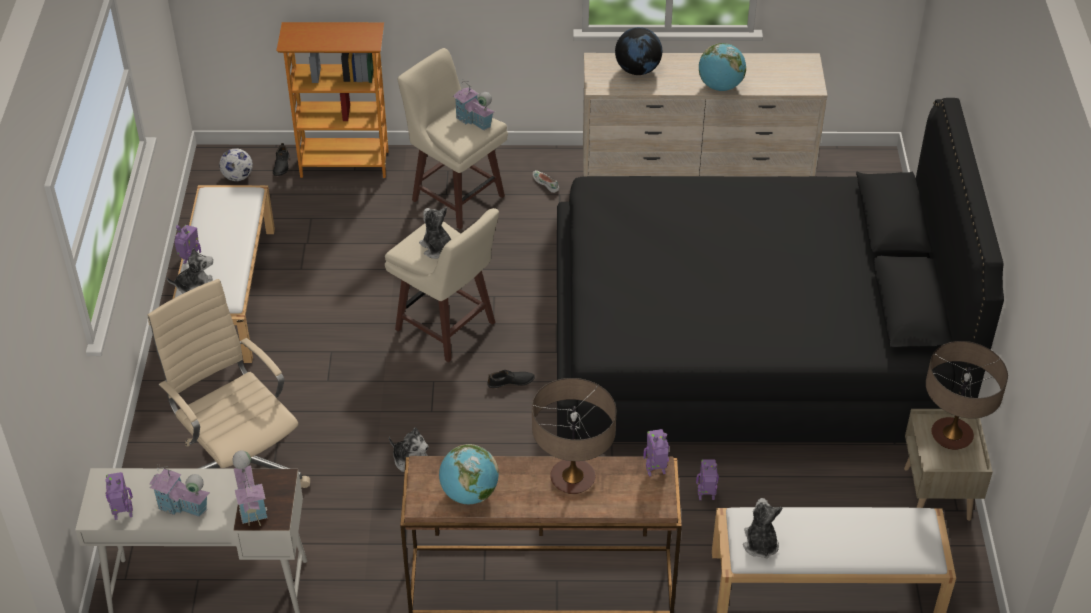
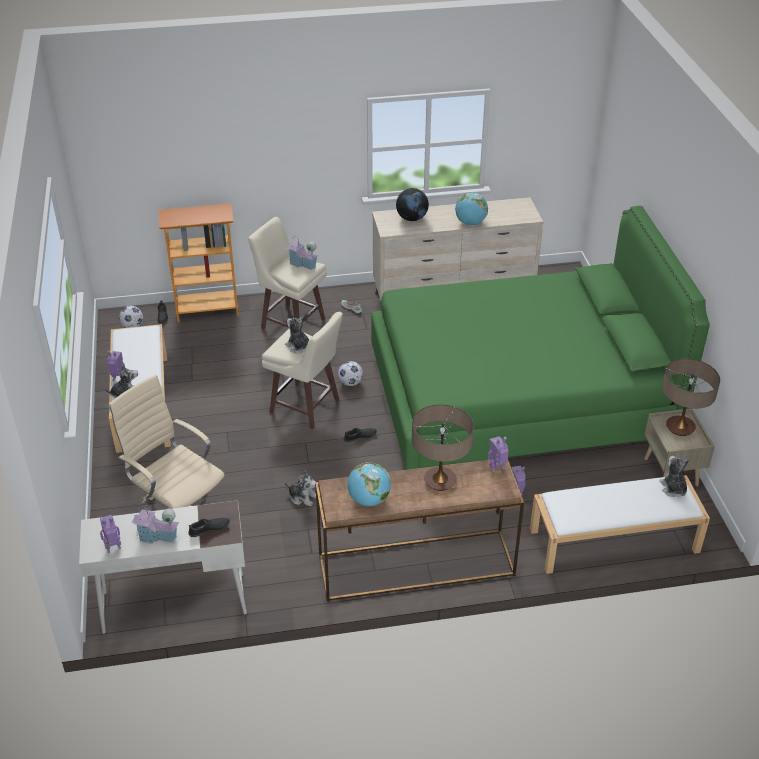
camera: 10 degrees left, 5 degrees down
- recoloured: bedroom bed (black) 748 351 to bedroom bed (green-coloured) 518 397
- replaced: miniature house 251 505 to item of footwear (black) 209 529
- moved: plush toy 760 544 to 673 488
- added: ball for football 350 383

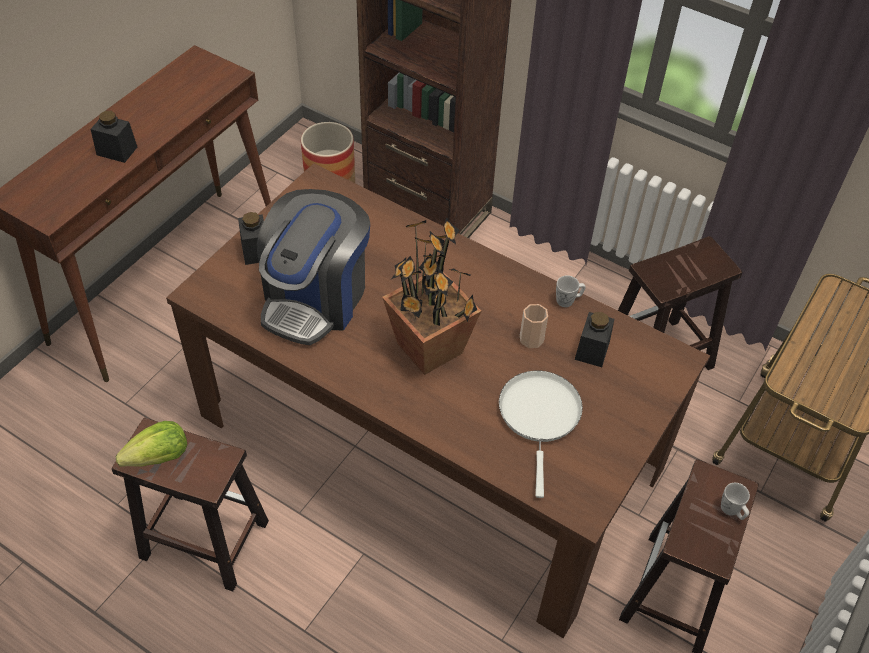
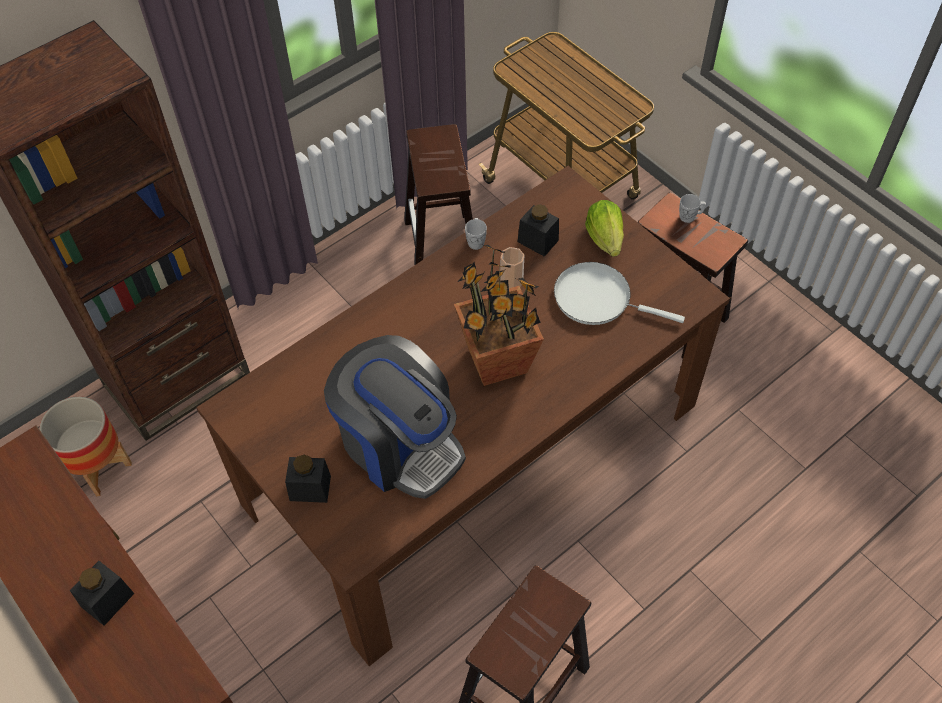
camera: 70 degrees left, 5 degrees up
- moved: head of lettuce 159 457 to 605 238

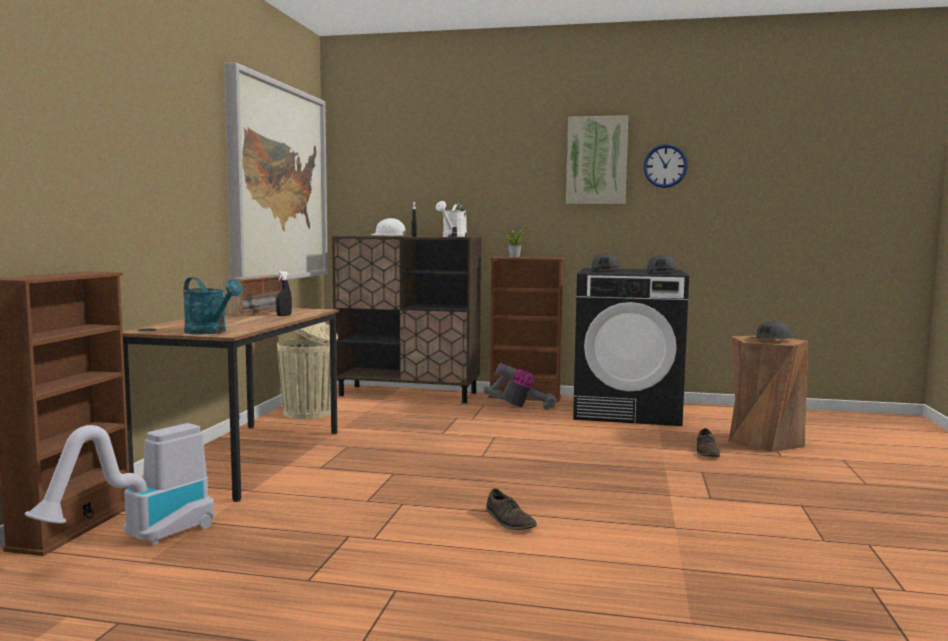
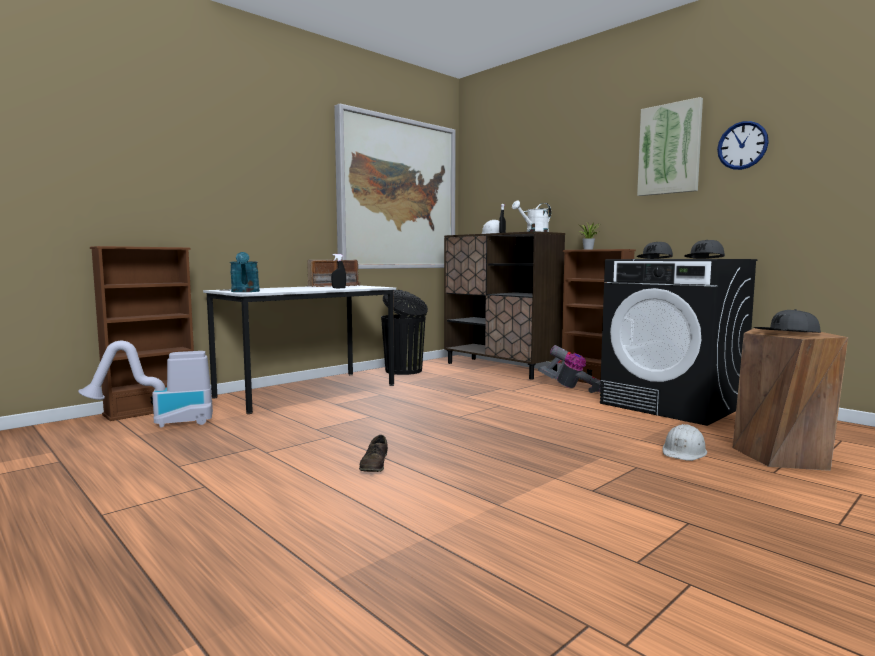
camera: 35 degrees right, 0 degrees up
- recoloured: desk table (brownish) 245 458 to desk table (white-coloured) 307 391
- recoloured: waste bin (sand-coloured) 309 413 to waste bin (black) 404 371
- replaced: item of footwear (brownish) 707 452 to safety helmet (white-coloured) 684 452

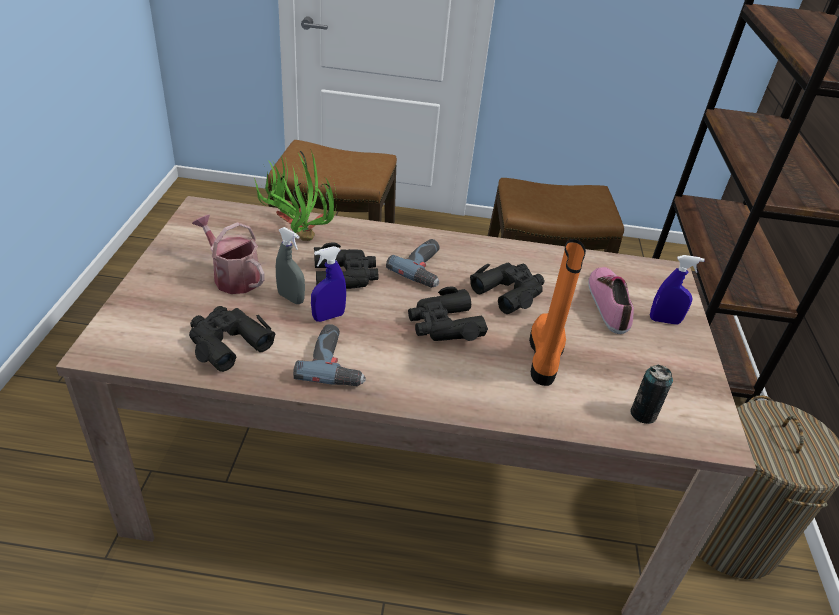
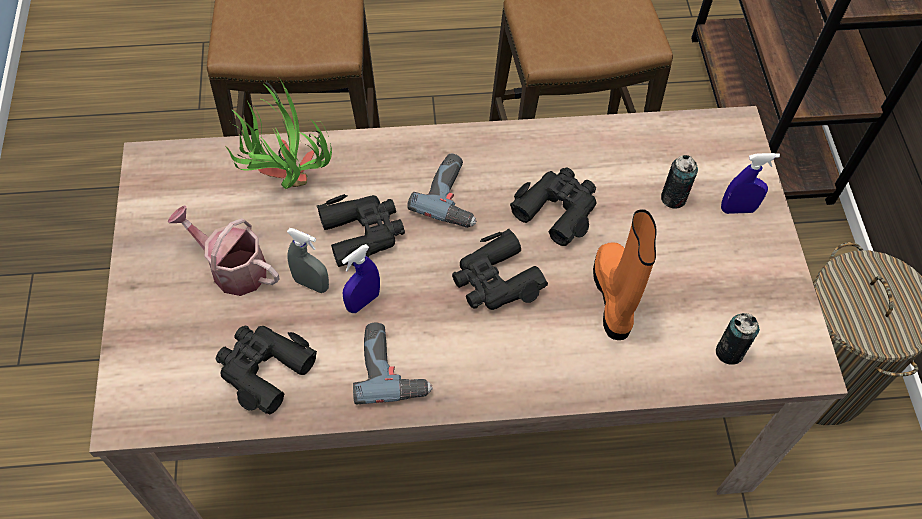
camera: 10 degrees left, 20 degrees up
- replaced: item of footwear 609 303 to sealed can 673 198

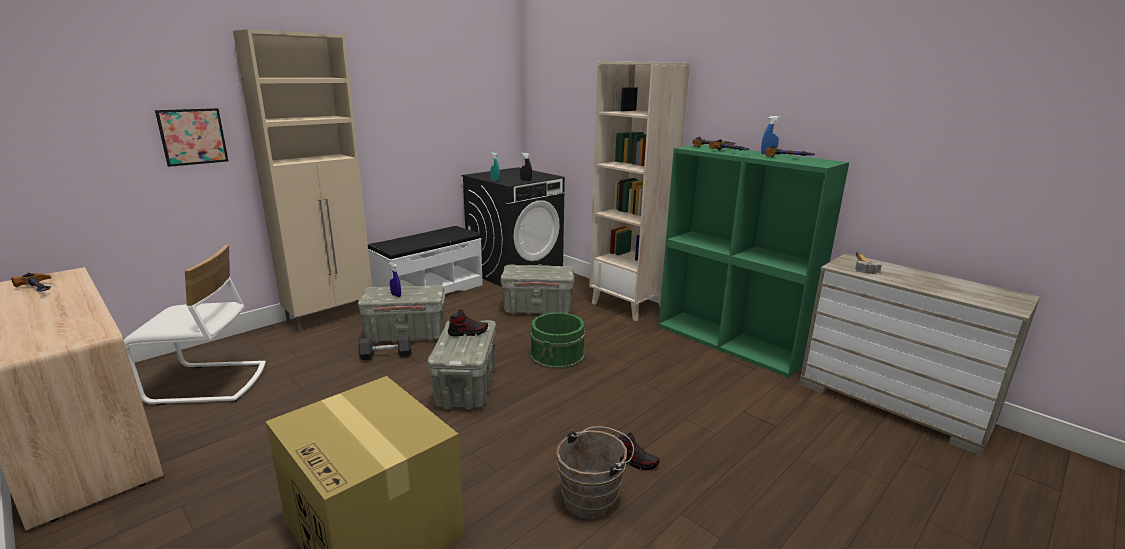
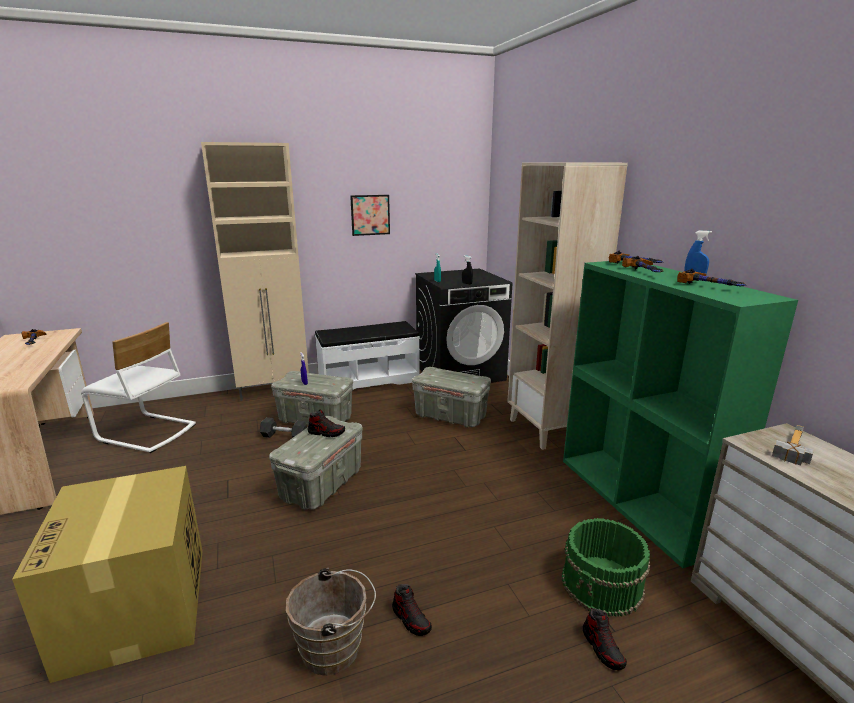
camera: 25 degrees right, 0 degrees up
- moved: wall picture 193 136 to 370 215
- moved: pail (green-coloured) 558 355 to 602 584
- added: item of footwear 603 648

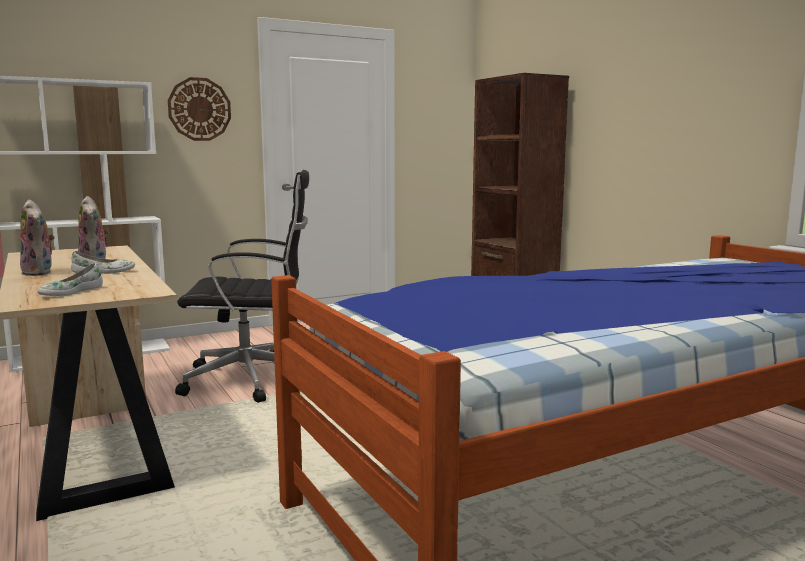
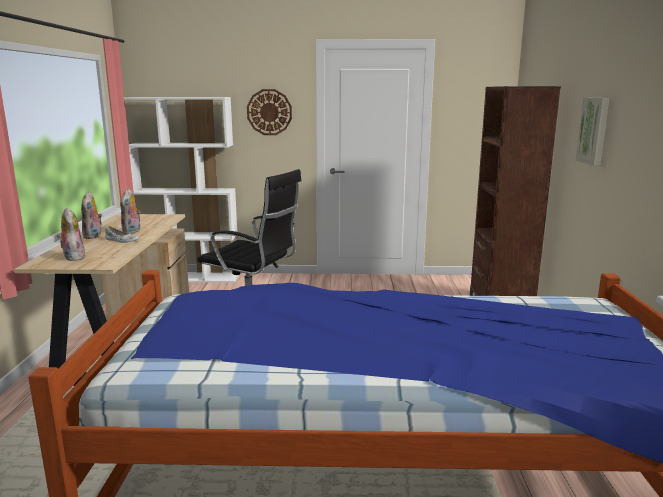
camera: 30 degrees right, 5 degrees up
- replaced: item of footwear (white-coloured) 71 292 to plush toy 72 257
- added: wall picture 594 130

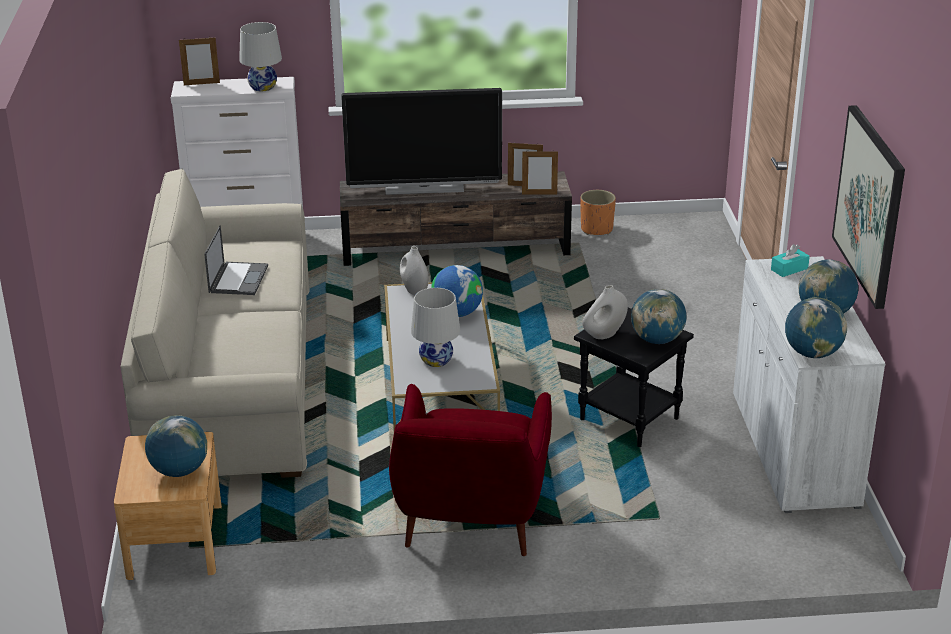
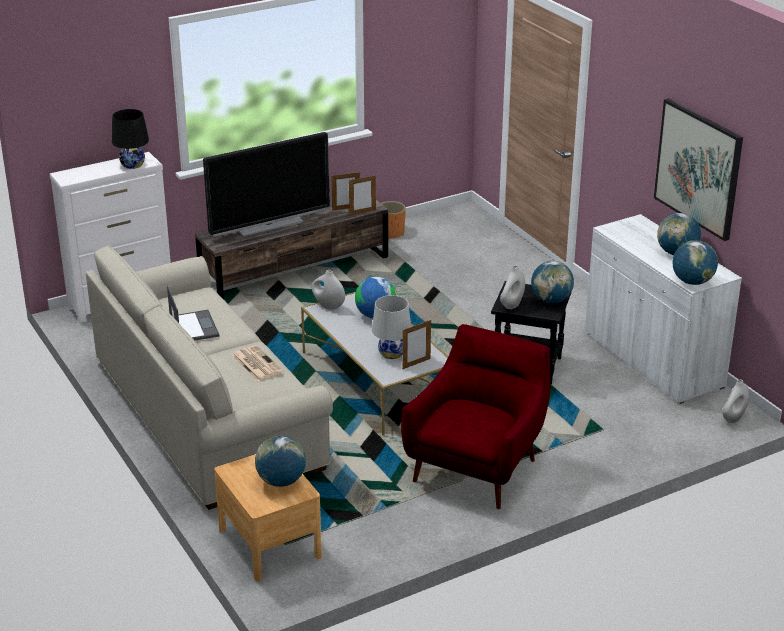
camera: 25 degrees left, 0 degrees up
- recoloured: table lamp (white-coloured) 262 87 to table lamp (black) 132 164
- moved: standing frame 201 84 to 416 363
- removed: tissue box (turquoise-coloured) 789 269
- turned: lounge chair (reddish) 471 522 = 477 467 135 degrees counterclockwise
- added: daily paper 256 364
- added: decorative vase (white-coloured) 733 418

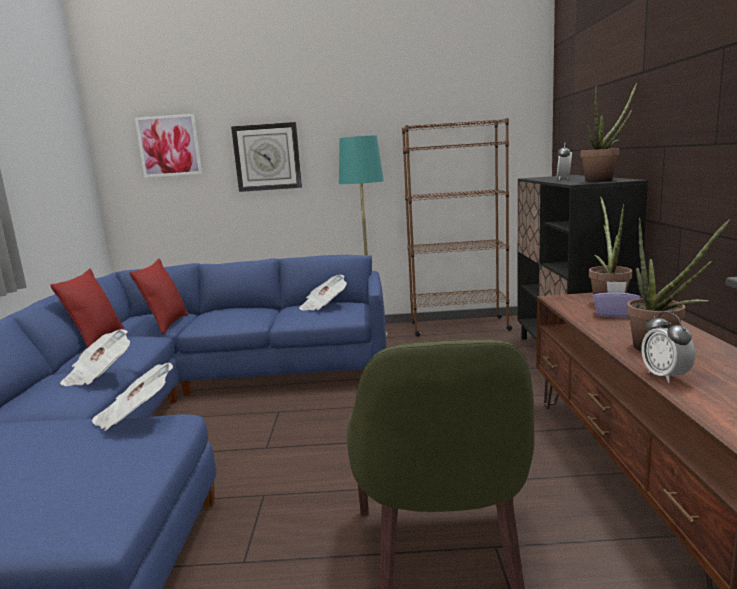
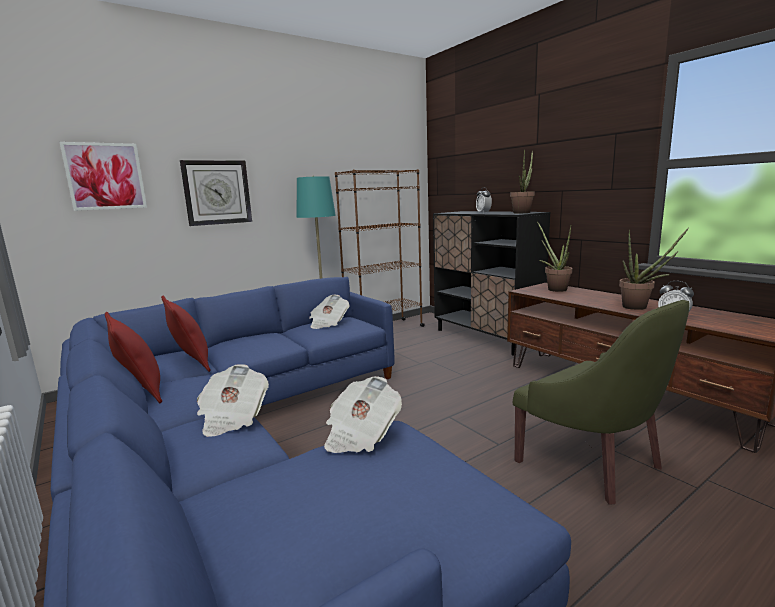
camera: 35 degrees left, 0 degrees up
- removed: tissue box (purplish) 615 314

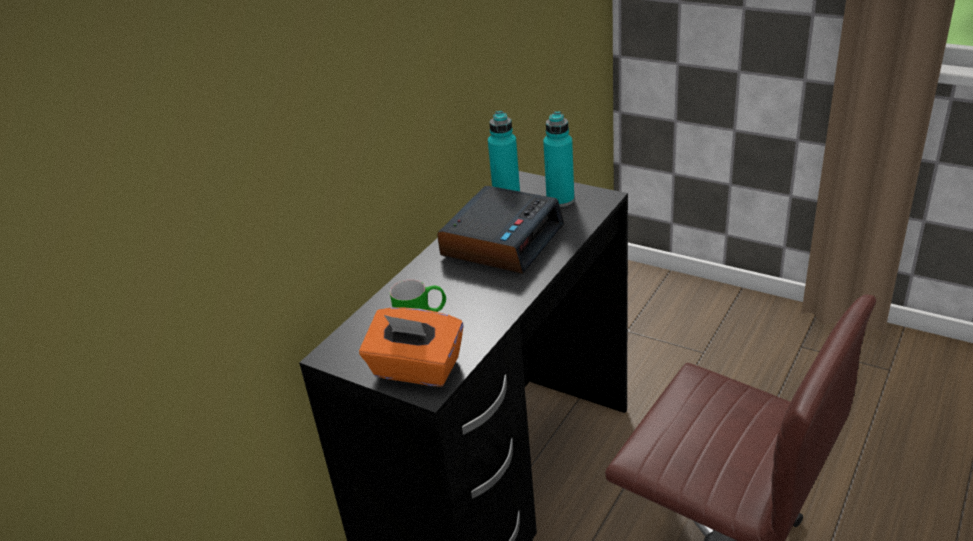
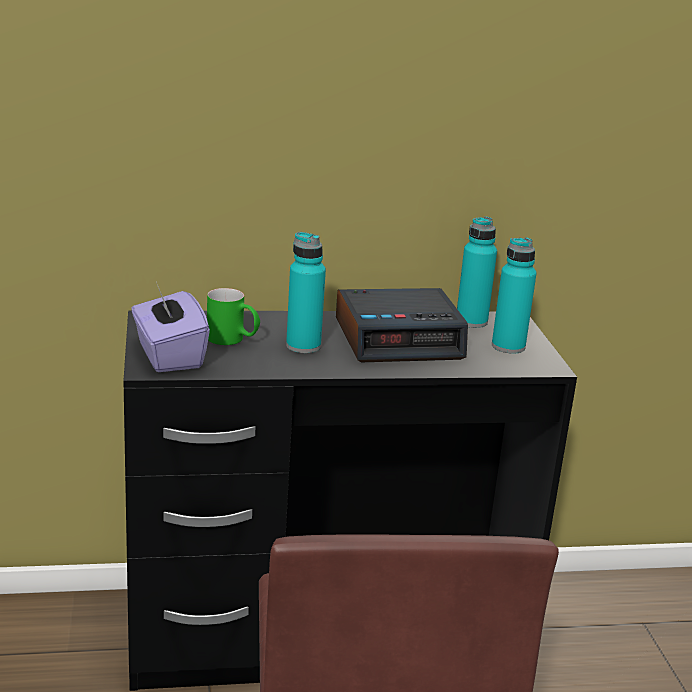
camera: 45 degrees right, 10 degrees down
- recoloured: tissue box (orange-coloured) 416 369 to tissue box (purplish) 168 356
- added: bottle (turquoise-coloured) 303 346

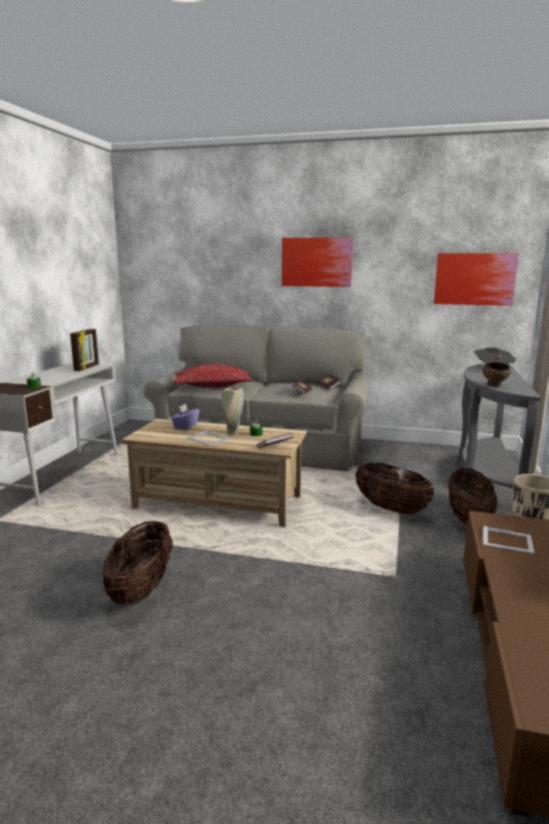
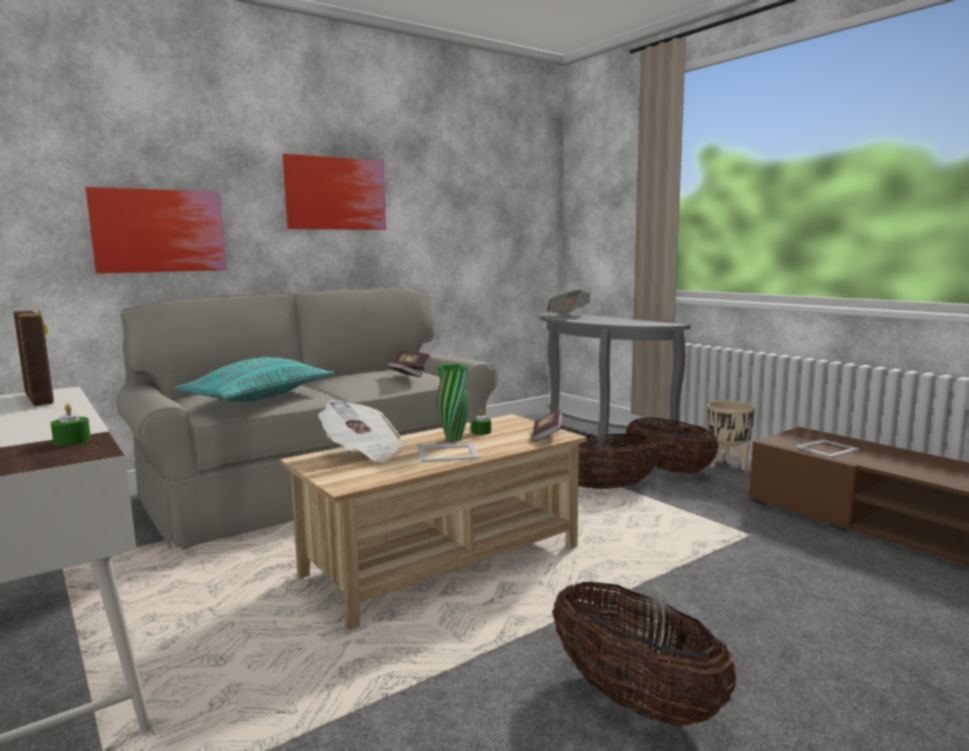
camera: 50 degrees left, 5 degrees down
- moved: wall picture 474 279 to 159 231
- removed: bowl (brownish) 495 386
- recoloured: throw pillow (reddish) 213 386 to throw pillow (turquoise-coloured) 260 398
- recoloured: decorative vase (sand-coloured) 233 433 to decorative vase (green-coloured) 453 439
- replaced: tissue box (purplish) 185 426 to daily paper 363 452

